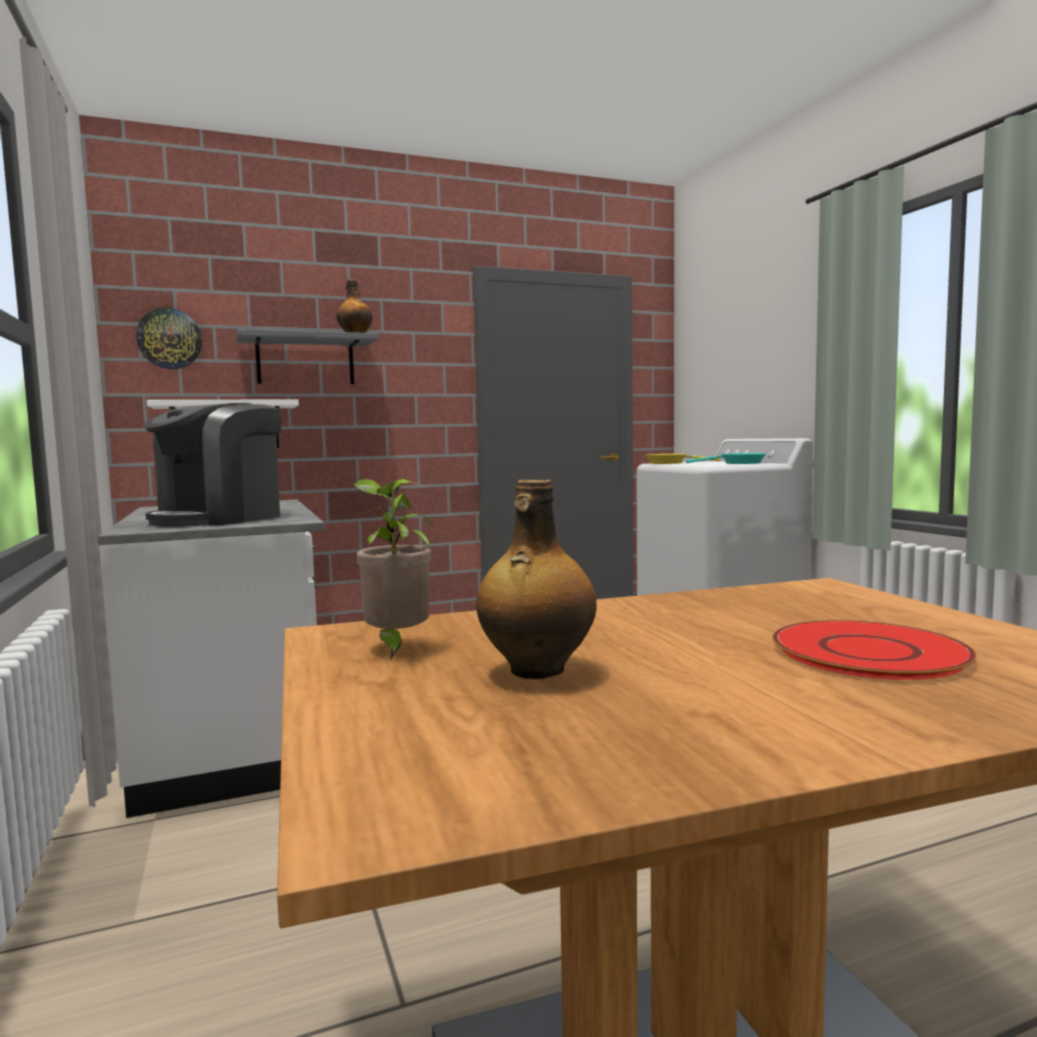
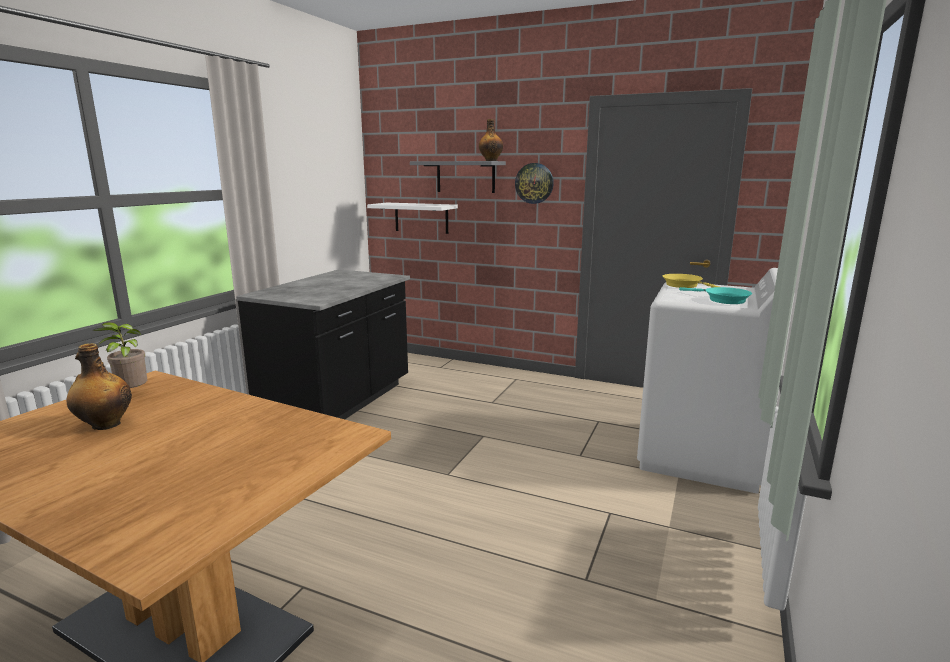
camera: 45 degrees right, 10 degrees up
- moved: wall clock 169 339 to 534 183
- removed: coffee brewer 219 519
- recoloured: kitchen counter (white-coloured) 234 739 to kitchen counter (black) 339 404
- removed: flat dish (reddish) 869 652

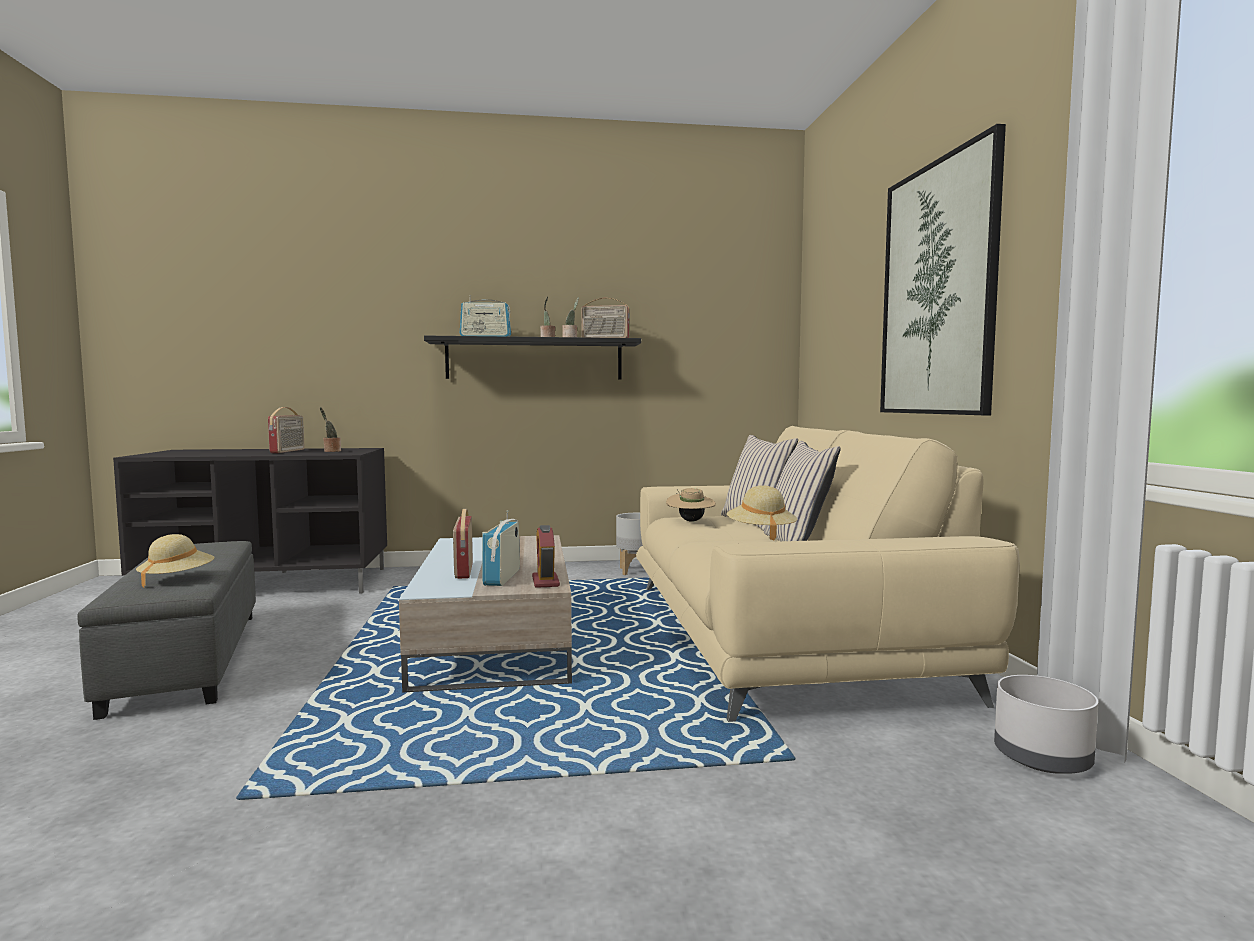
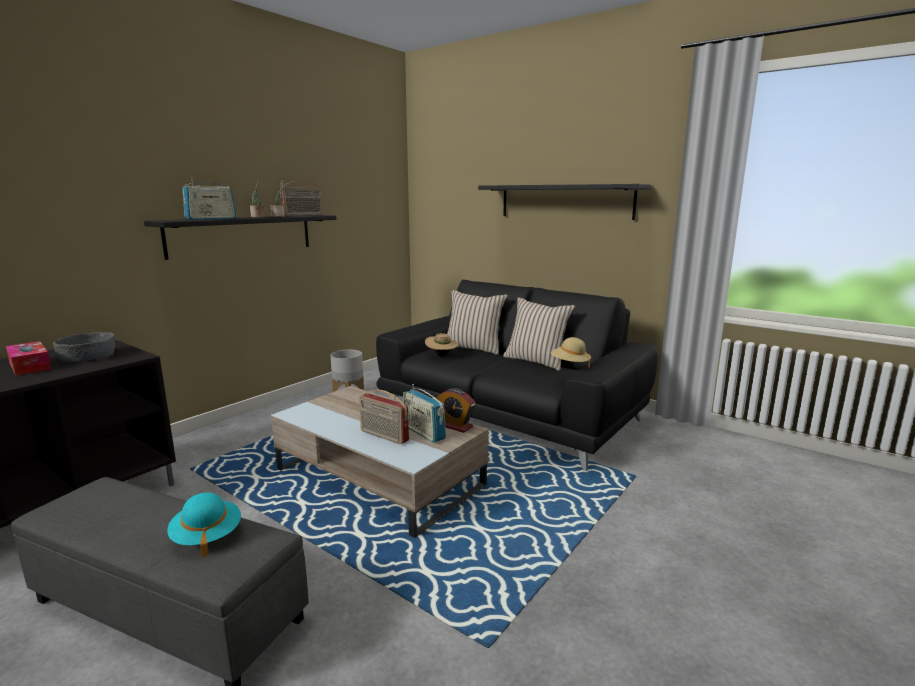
camera: 45 degrees left, 10 degrees up
- replaced: wall picture 937 289 to shelf (black) 565 201
- replaced: radio set 288 451 to tissue box 30 366
- replaced: plant in a pot 331 451 to bowl (grey) 88 356
- recoloured: couch (sand-coloured) 778 635 to couch (black) 509 414
- recoloured: hat (sand-coloured) 177 579 to hat (turquoise-coloured) 206 536
- removed: flower pot (grey) 1043 759

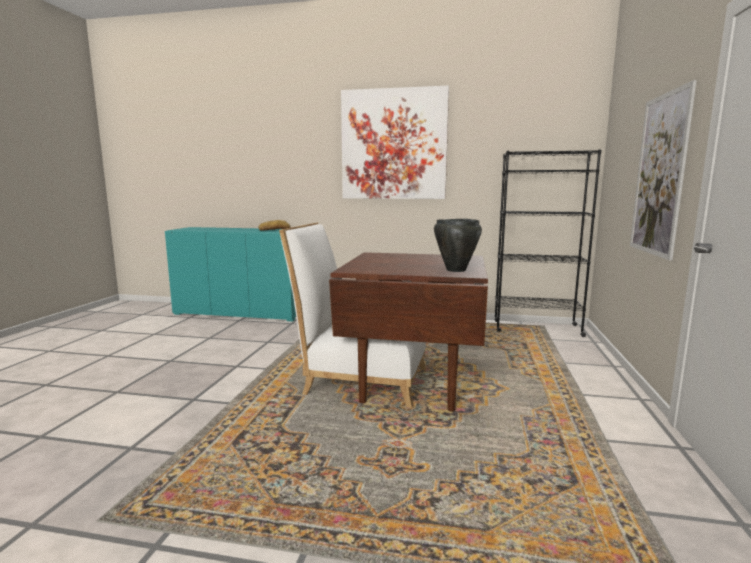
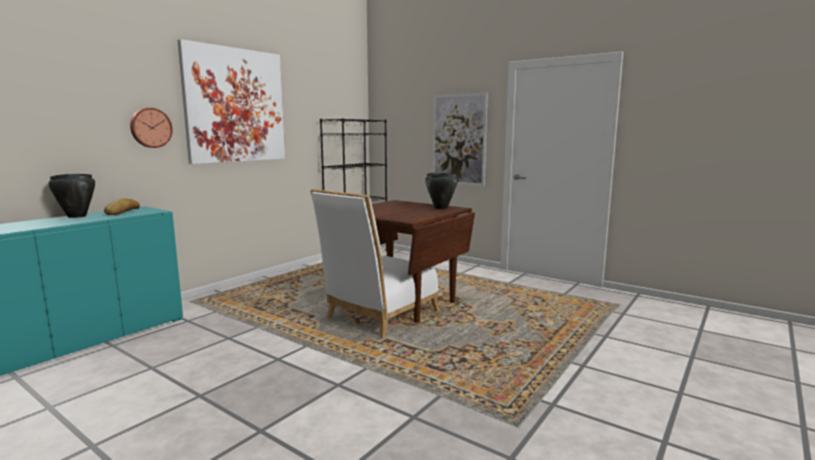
camera: 65 degrees left, 0 degrees up
- added: wall clock 150 127
- added: stockpot (black) 76 216

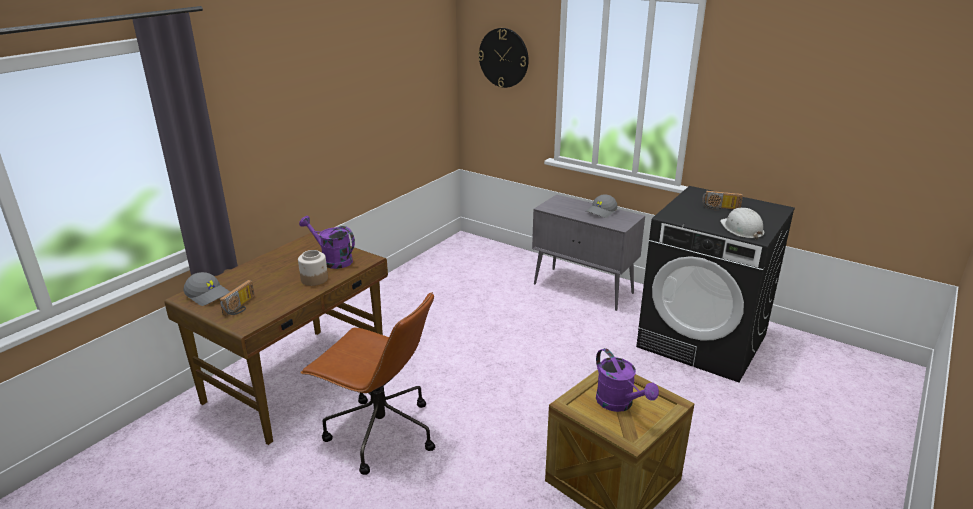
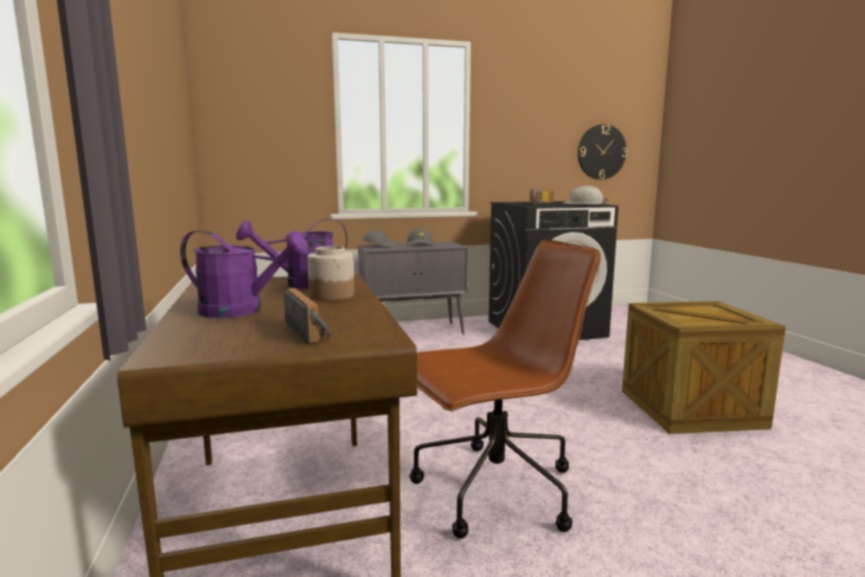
camera: 50 degrees left, 15 degrees down
- moved: wall clock 503 58 to 601 152
- moved: peaked cap (grey) 208 294 to 380 246
- moved: sprinkling can (purplish) 619 404 to 242 311

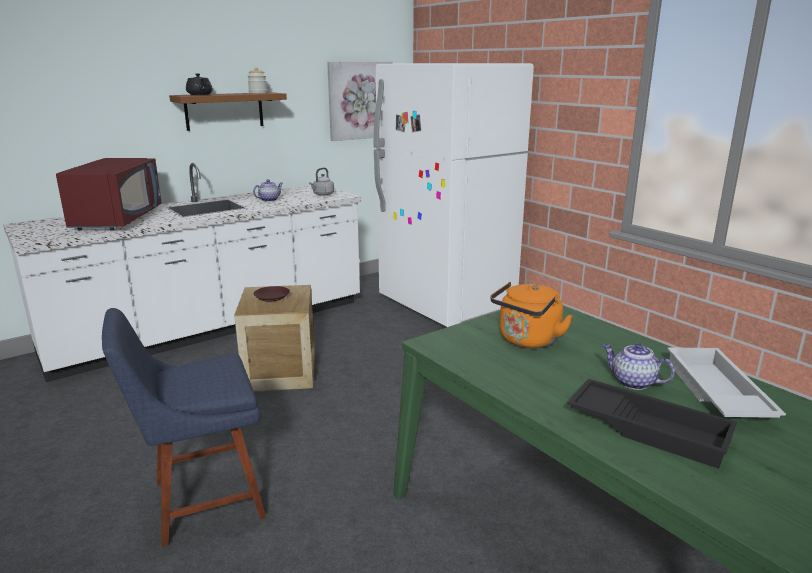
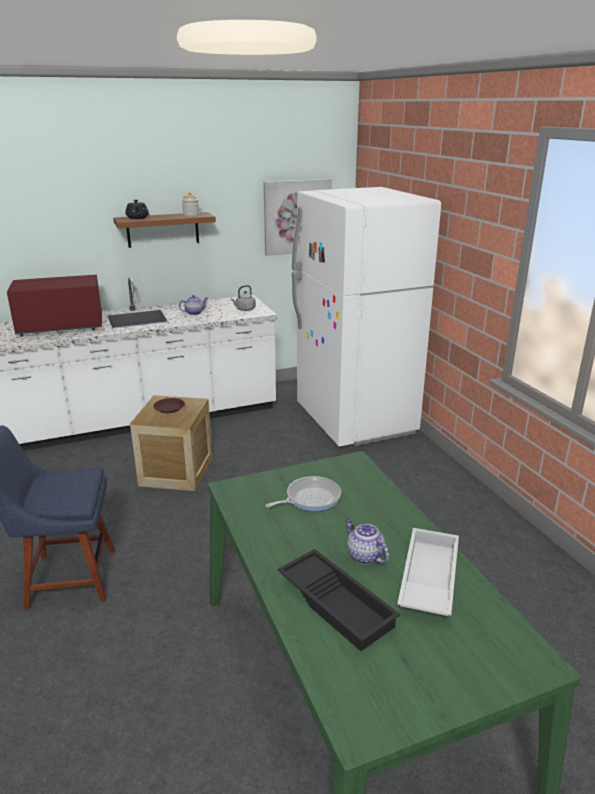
camera: 15 degrees right, 5 degrees up
- turned: microwave oven (reddish) 118 220 = 60 327 120 degrees counterclockwise
- replaced: water kettle (orange-coloured) 527 341 to frying pan 310 498

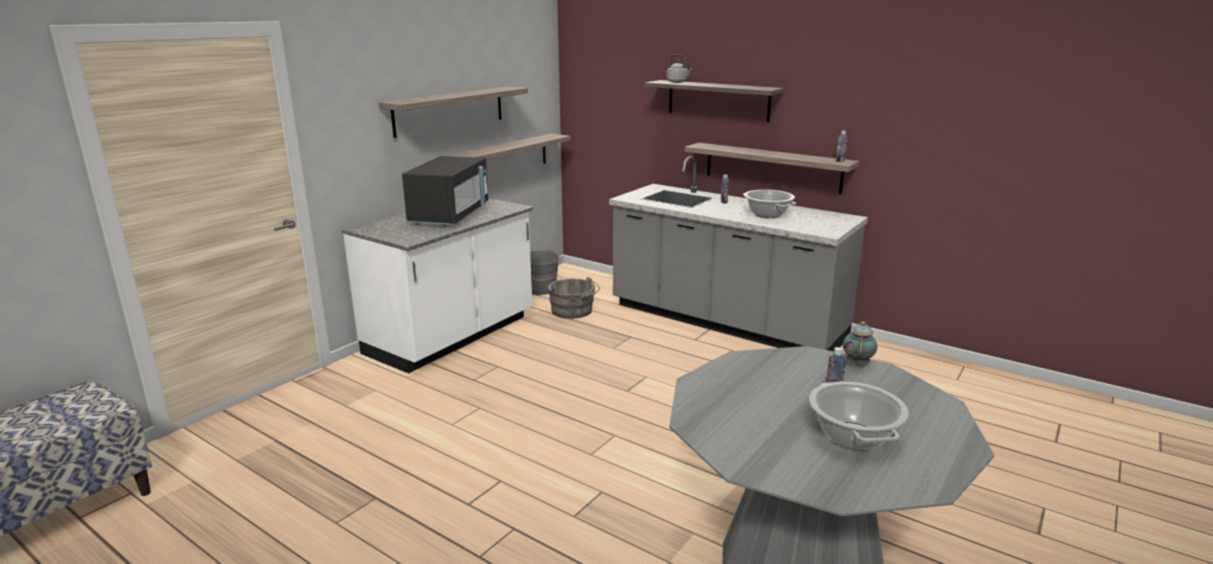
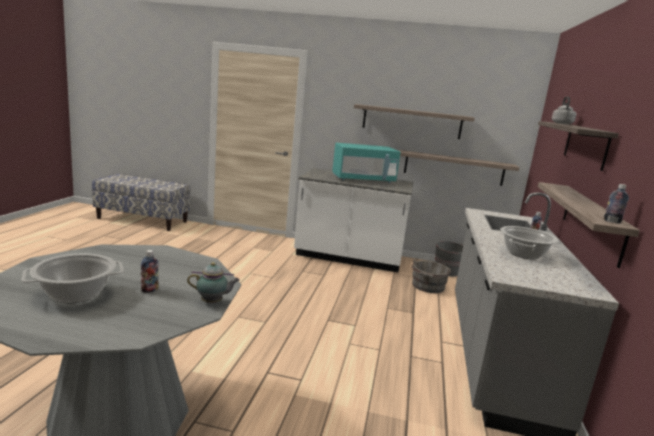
camera: 65 degrees right, 5 degrees down
- recoloured: microwave oven (black) 450 215 to microwave oven (turquoise-coloured) 363 180

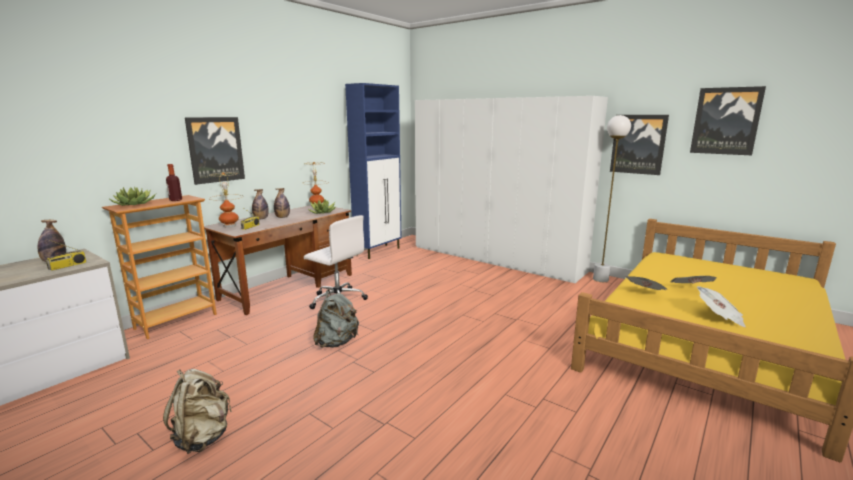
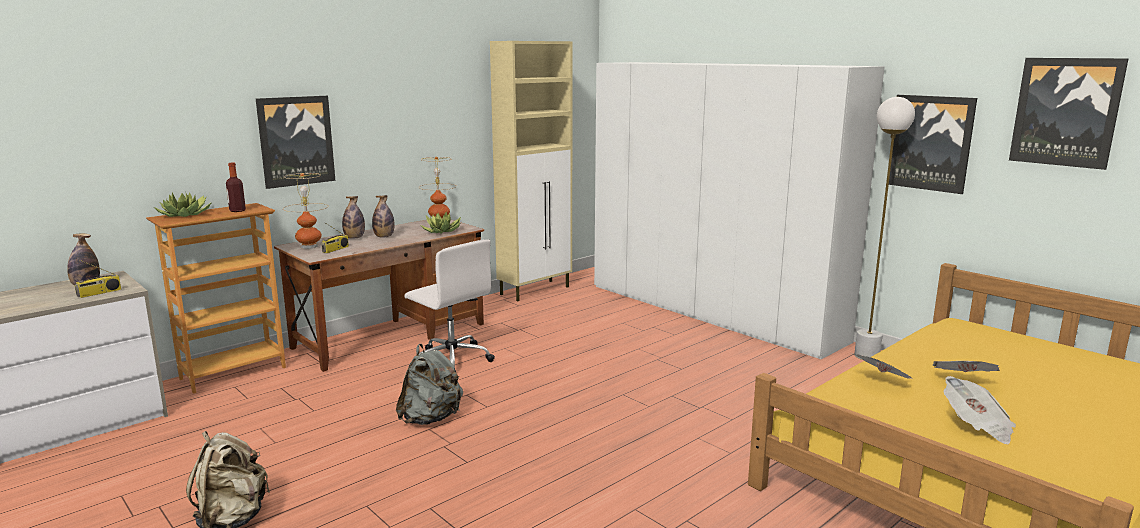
camera: 10 degrees right, 0 degrees up
- recoloured: storage cabinet (blue) 378 251 to storage cabinet (sand-coloured) 536 290

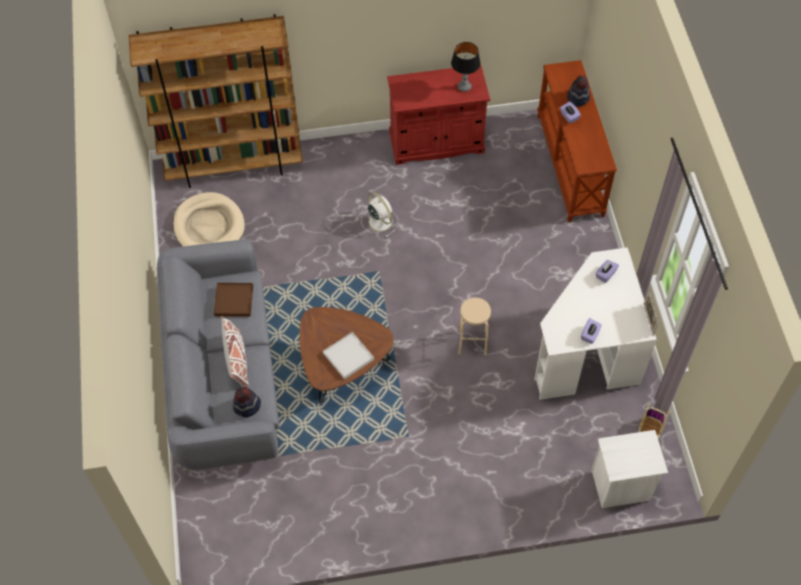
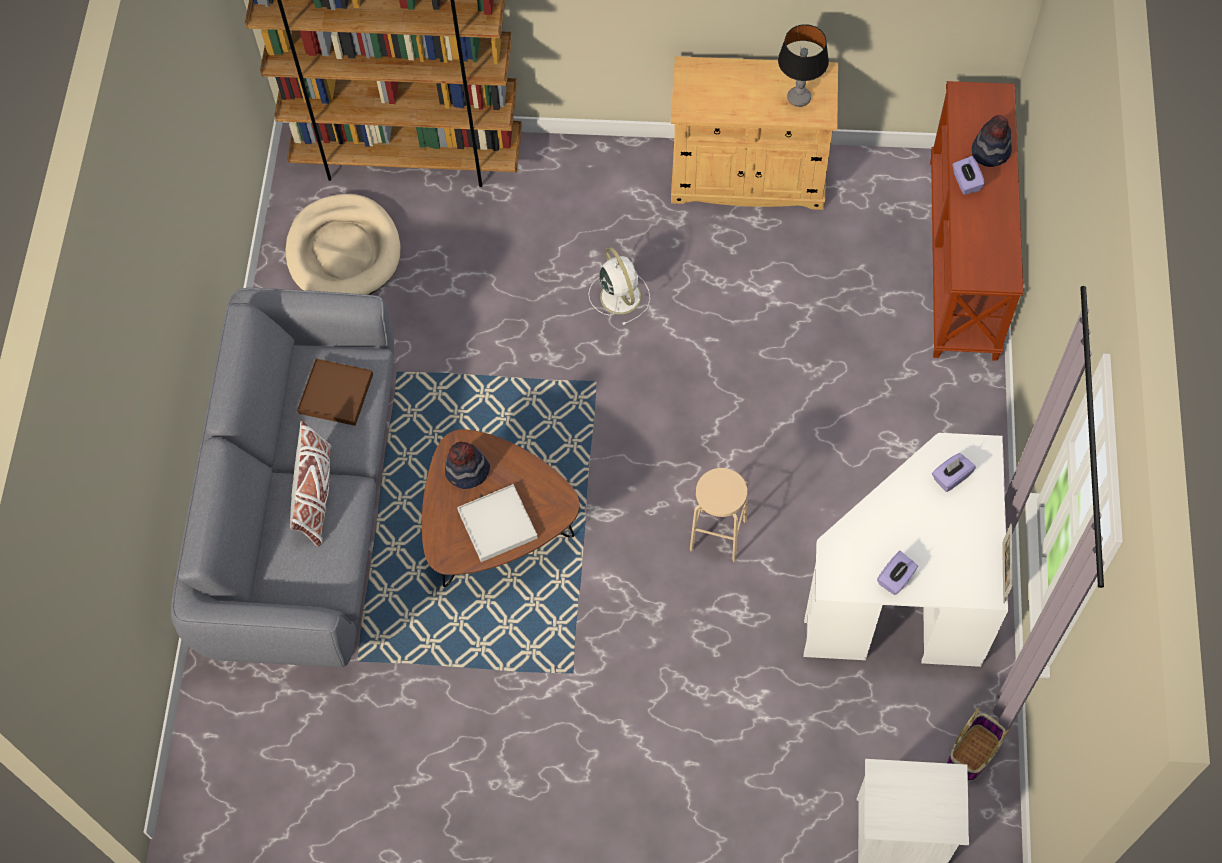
camera: 15 degrees right, 5 degrees up
- recoloured: storage cabinet (reddish) 436 142 to storage cabinet (sand-coloured) 748 177
- moved: hat 247 406 to 467 472

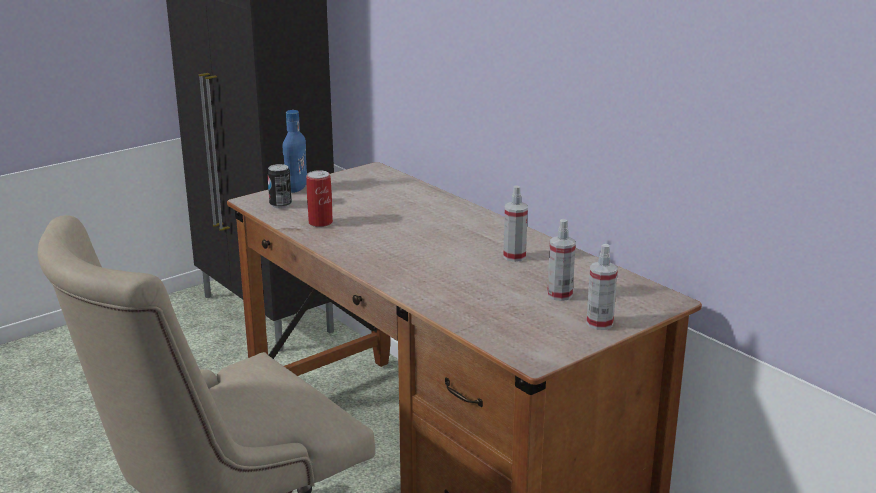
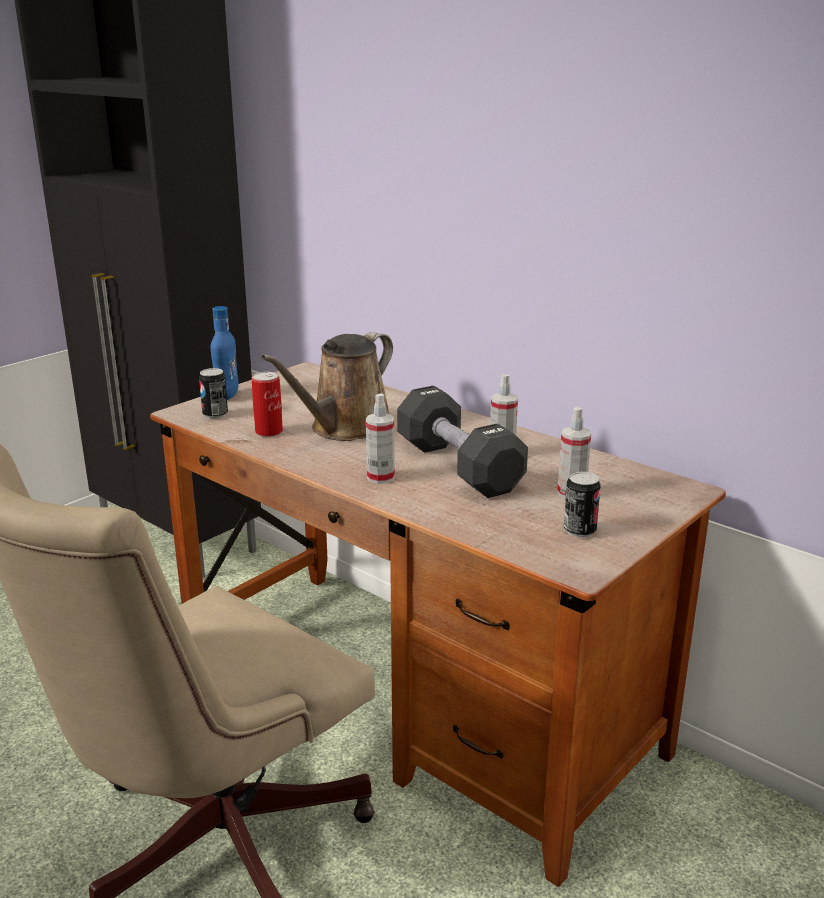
camera: 10 degrees left, 0 degrees up
- moved: hand sprayer 599 323 to 380 477
- added: sprinkling can (brownish) 346 428
- added: dumbbell (black) 458 466
- added: sealed can 579 531

